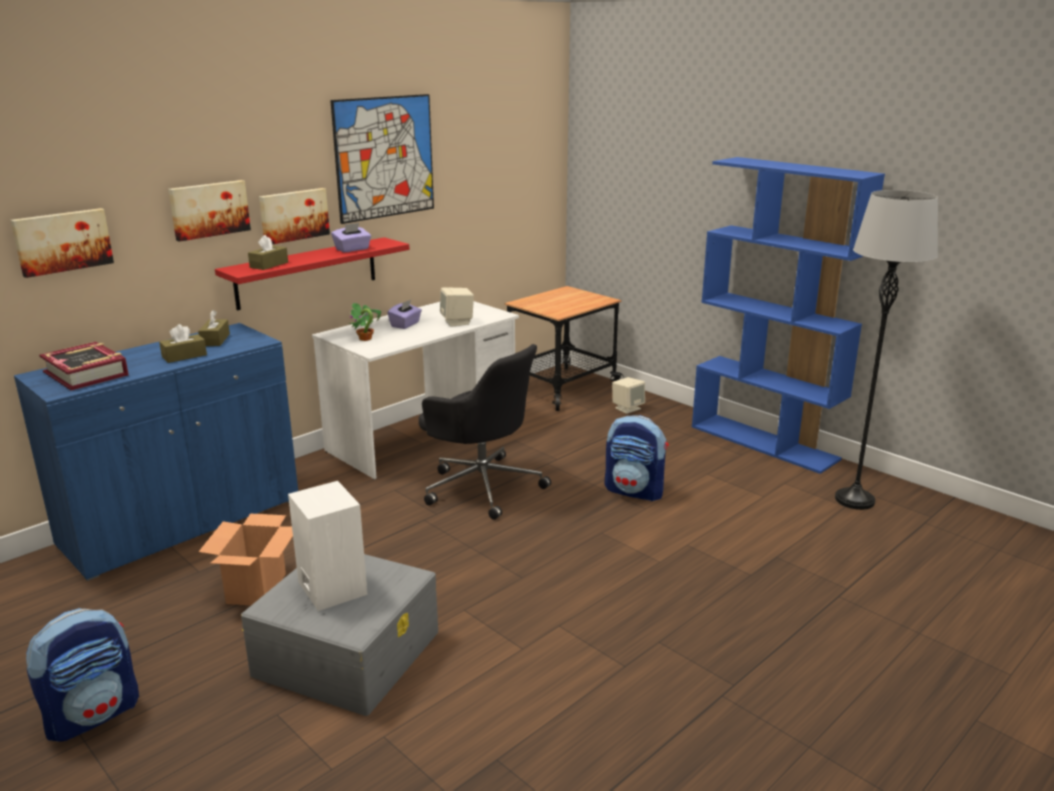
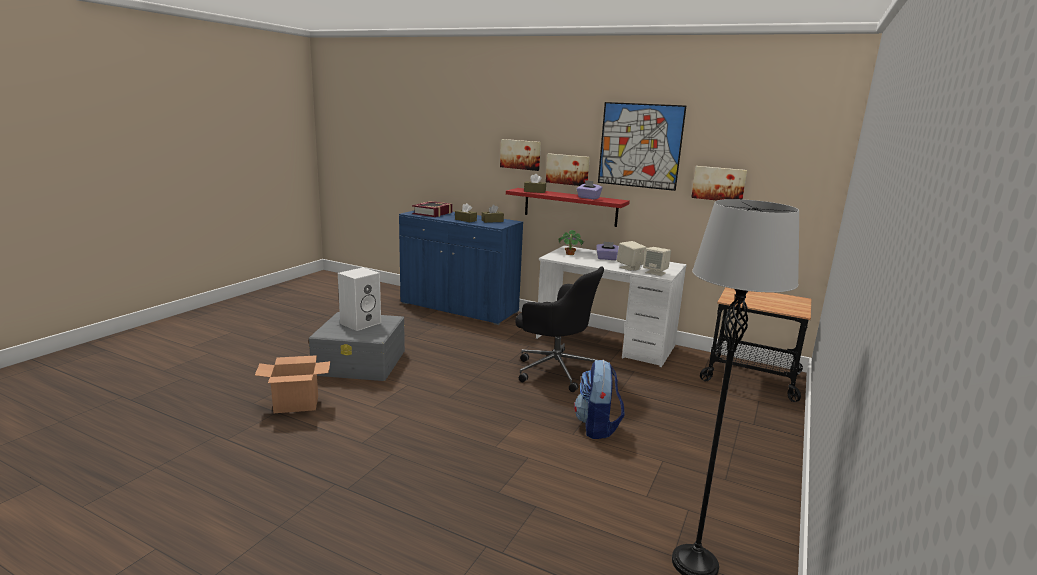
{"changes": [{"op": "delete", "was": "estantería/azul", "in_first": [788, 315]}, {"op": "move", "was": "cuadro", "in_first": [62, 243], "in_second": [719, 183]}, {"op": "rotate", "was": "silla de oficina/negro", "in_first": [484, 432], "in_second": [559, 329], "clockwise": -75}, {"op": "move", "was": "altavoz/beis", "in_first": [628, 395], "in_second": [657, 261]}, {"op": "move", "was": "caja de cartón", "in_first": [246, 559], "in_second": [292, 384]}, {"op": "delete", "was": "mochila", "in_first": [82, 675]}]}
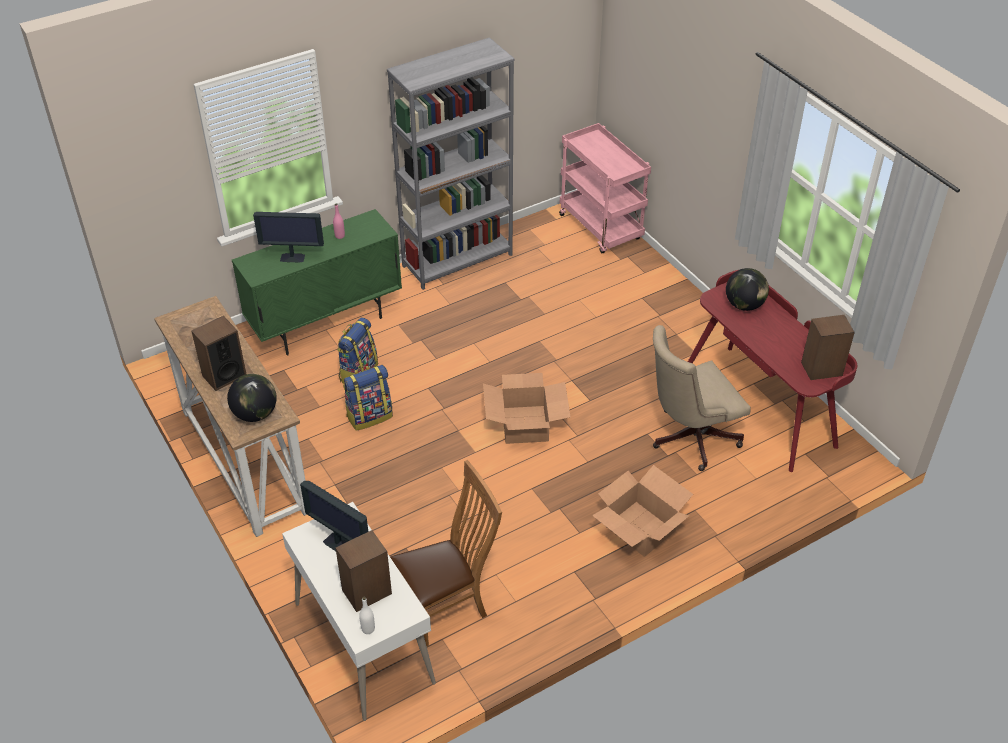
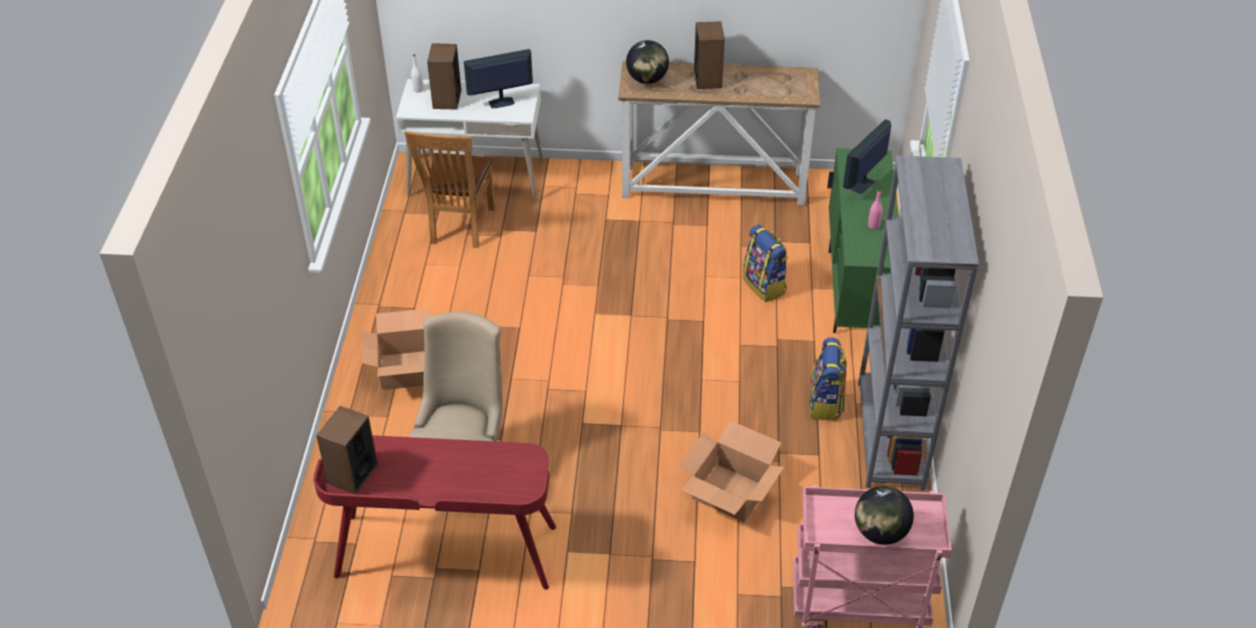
{"changes": [{"op": "move", "was": "globo terráqueo", "in_first": [747, 289], "in_second": [884, 515]}, {"op": "move", "was": "mochila", "in_first": [368, 398], "in_second": [828, 379]}, {"op": "move", "was": "caja de cartón", "in_first": [527, 408], "in_second": [732, 471]}]}
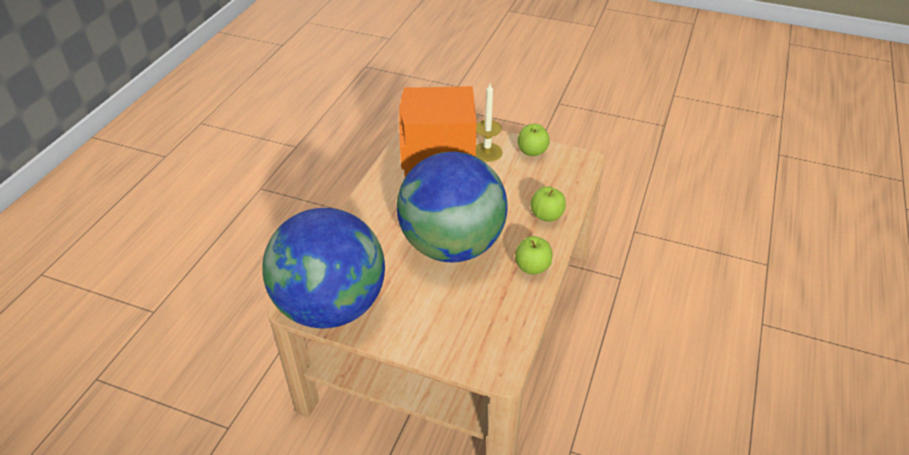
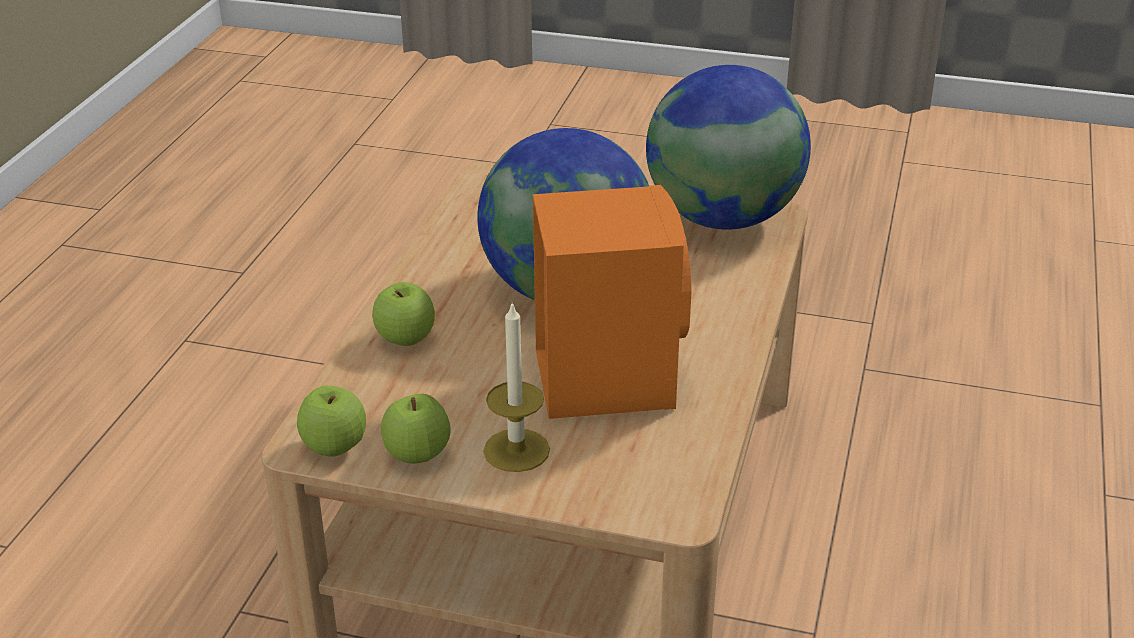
{"changes": [{"op": "move", "was": "manzana", "in_first": [534, 255], "in_second": [331, 421]}]}
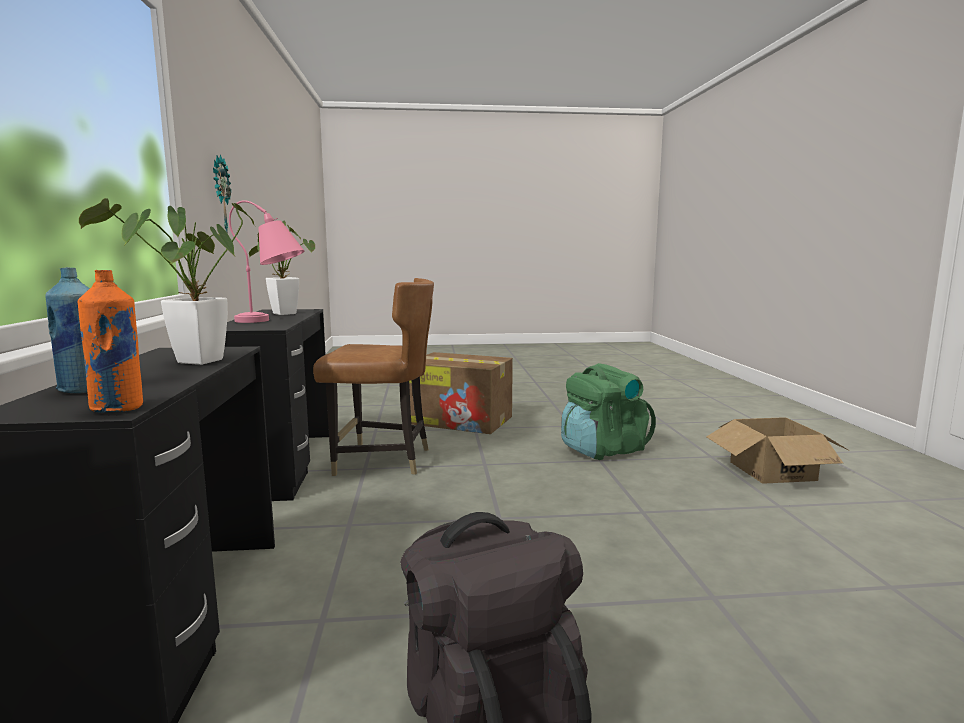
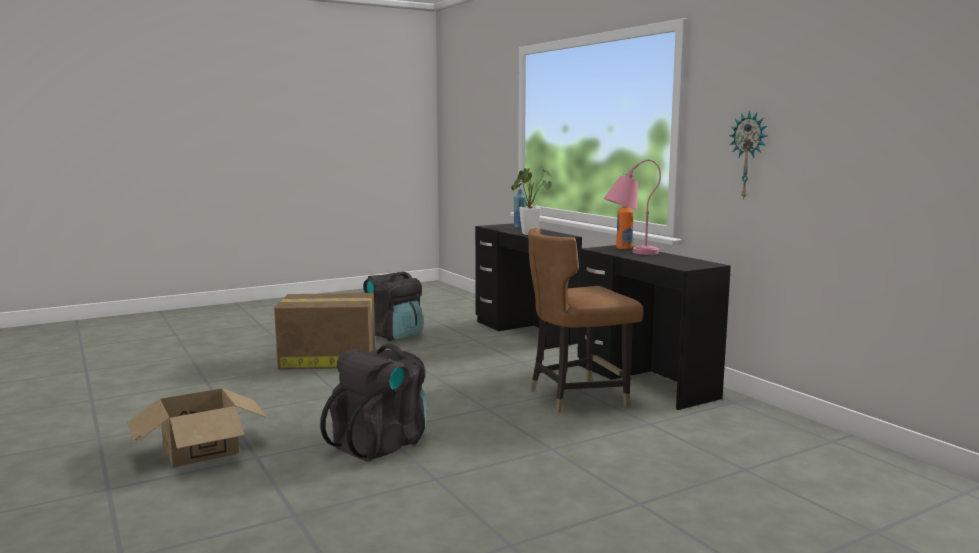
{"changes": [{"op": "delete", "was": "planta en maceta", "in_first": [282, 268]}, {"op": "move", "was": "botella/naranja", "in_first": [110, 341], "in_second": [624, 227]}, {"op": "move", "was": "caja de cartón", "in_first": [461, 393], "in_second": [324, 331]}, {"op": "recolor", "was": "mochila/verde", "now": "mochila/negro", "in_first": [608, 411], "in_second": [373, 403]}]}
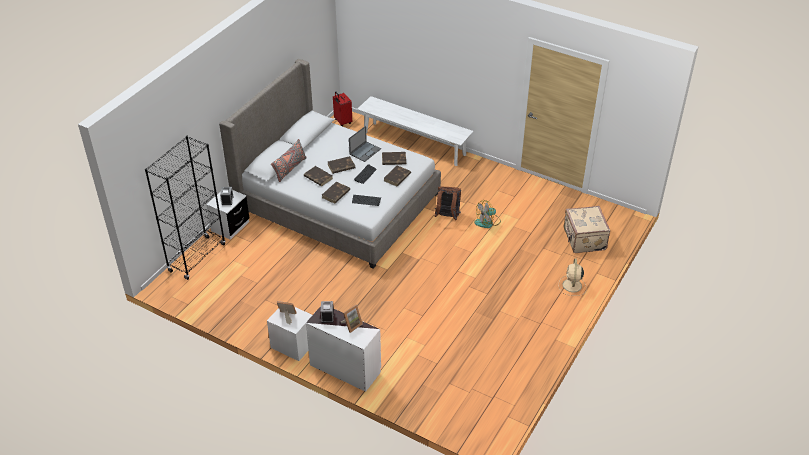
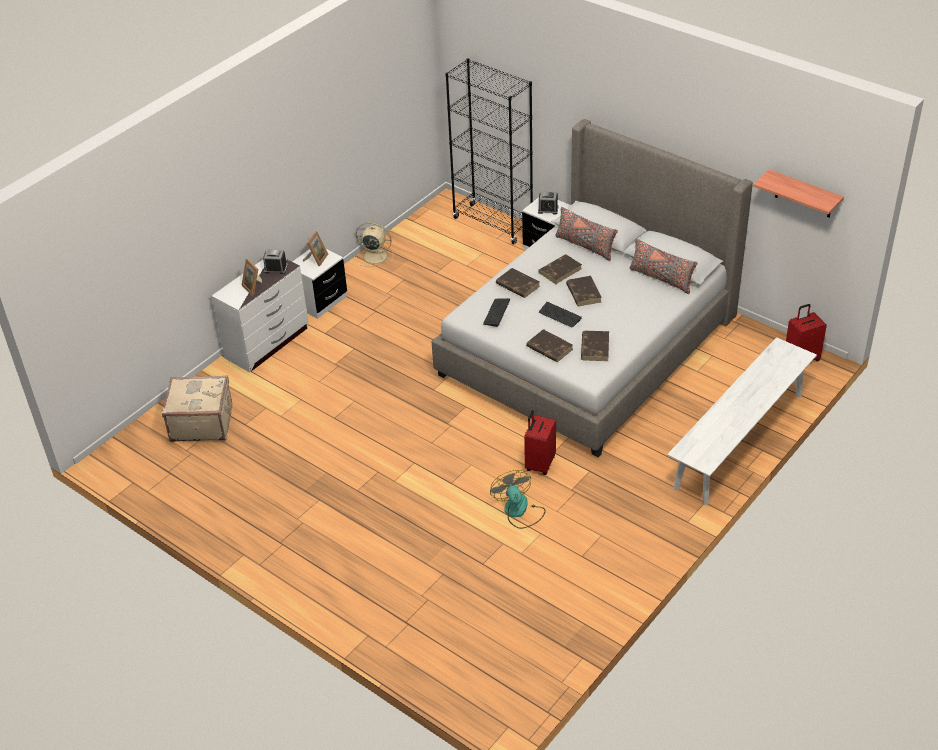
{"changes": [{"op": "delete", "was": "portátil", "in_first": [365, 144]}, {"op": "replace", "was": "mochila/marrón", "now": "maleta/rojo", "in_first": [448, 203], "in_second": [540, 442]}, {"op": "move", "was": "maleta/beis", "in_first": [587, 229], "in_second": [197, 408]}, {"op": "move", "was": "ventilador/beis", "in_first": [573, 277], "in_second": [375, 244]}, {"op": "insert", "now": "estante", "in_second": [798, 193]}, {"op": "insert", "now": "cojín/gris", "in_second": [663, 266]}]}
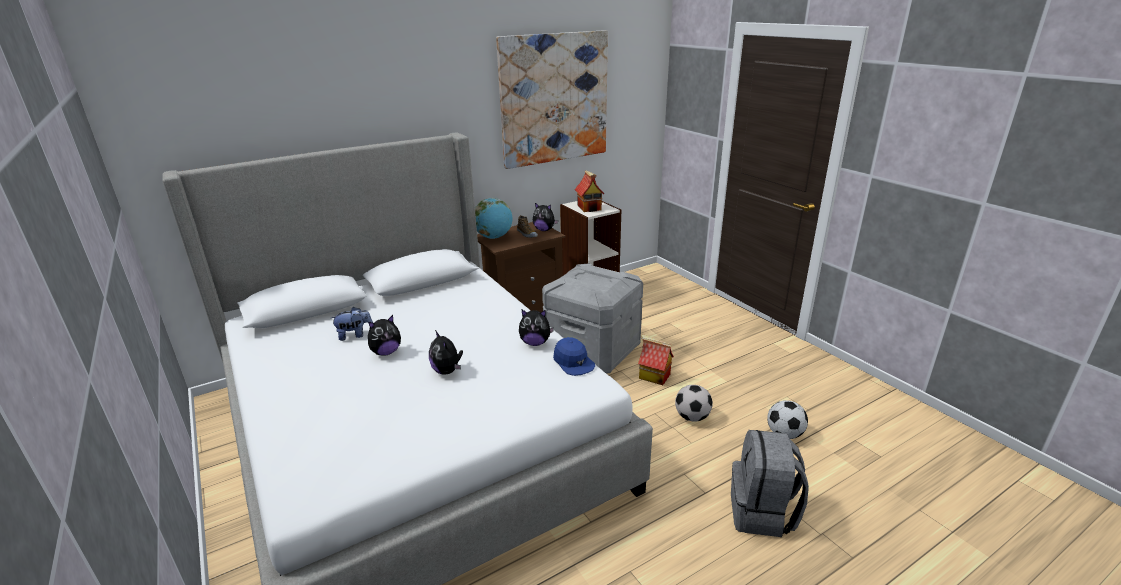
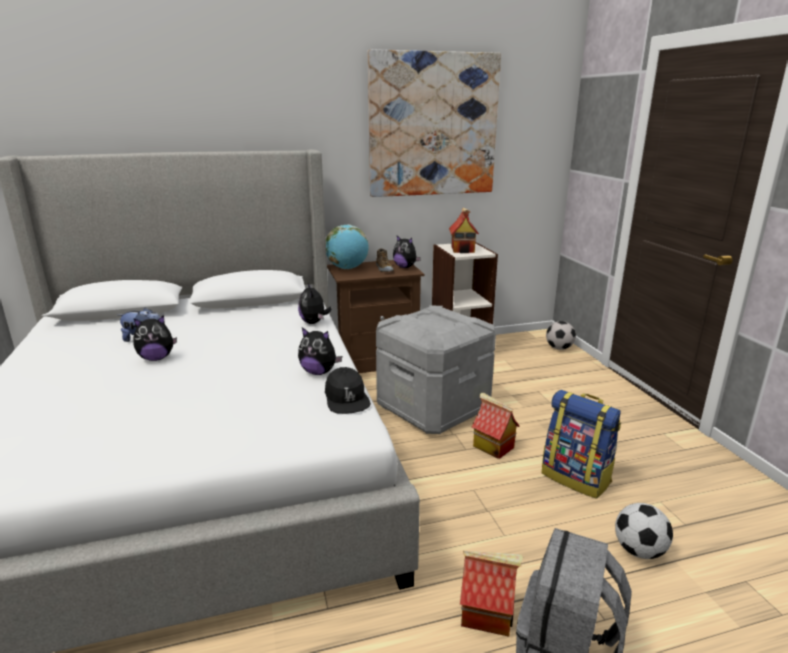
{"changes": [{"op": "move", "was": "peluche", "in_first": [446, 352], "in_second": [315, 303]}, {"op": "recolor", "was": "gorra/azul", "now": "gorra/negro", "in_first": [574, 356], "in_second": [348, 390]}, {"op": "move", "was": "balón de fútbol", "in_first": [694, 403], "in_second": [561, 335]}, {"op": "insert", "now": "mochila", "in_second": [581, 444]}, {"op": "insert", "now": "casita", "in_second": [491, 594]}]}
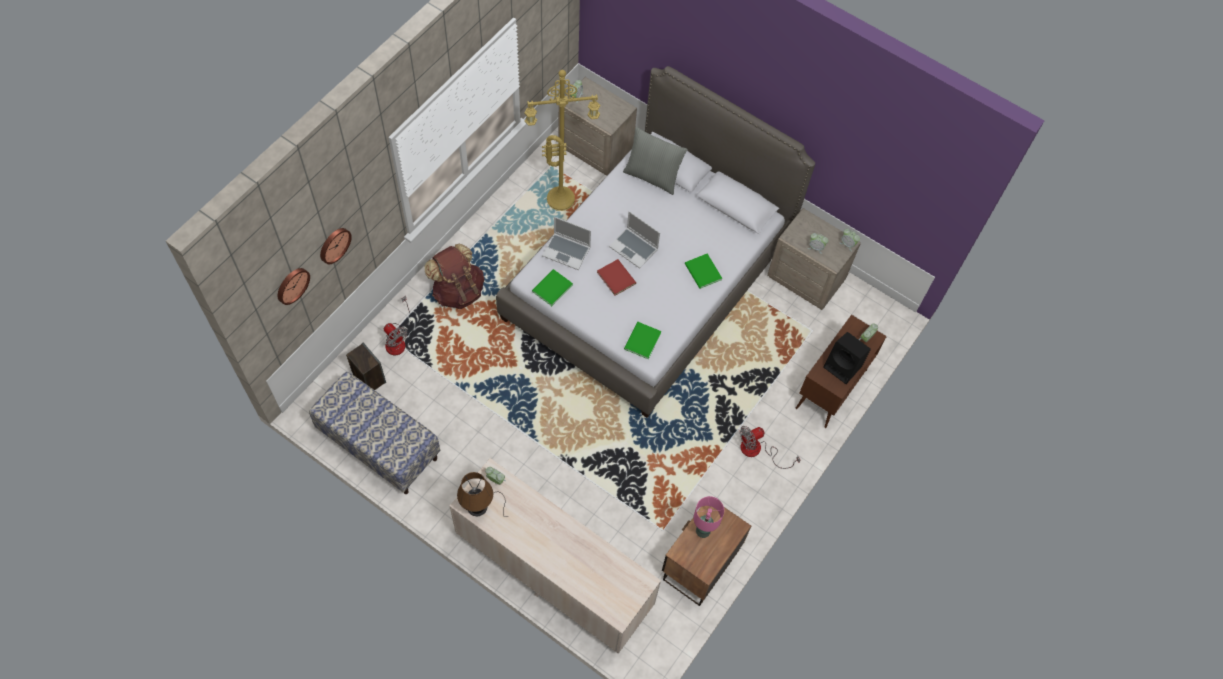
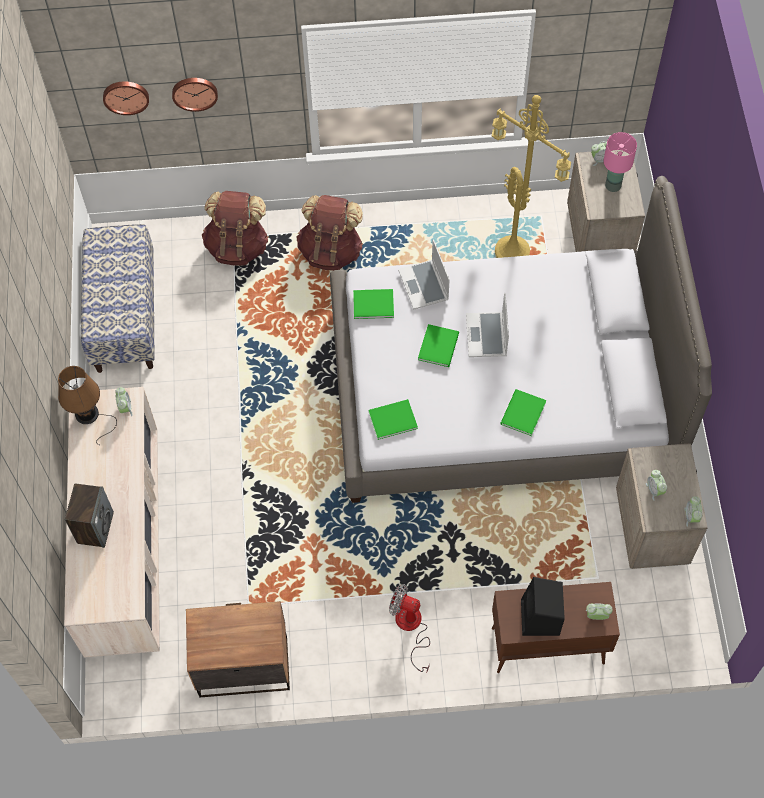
{"changes": [{"op": "delete", "was": "cojín/gris", "in_first": [655, 161]}, {"op": "recolor", "was": "libro/rojo", "now": "libro/verde", "in_first": [616, 277], "in_second": [438, 345]}, {"op": "replace", "was": "ventilador", "now": "mochila/marrón", "in_first": [397, 325], "in_second": [235, 228]}, {"op": "move", "was": "altavoz", "in_first": [366, 366], "in_second": [89, 515]}, {"op": "move", "was": "lámpara de mesa/rosa", "in_first": [708, 517], "in_second": [620, 162]}]}
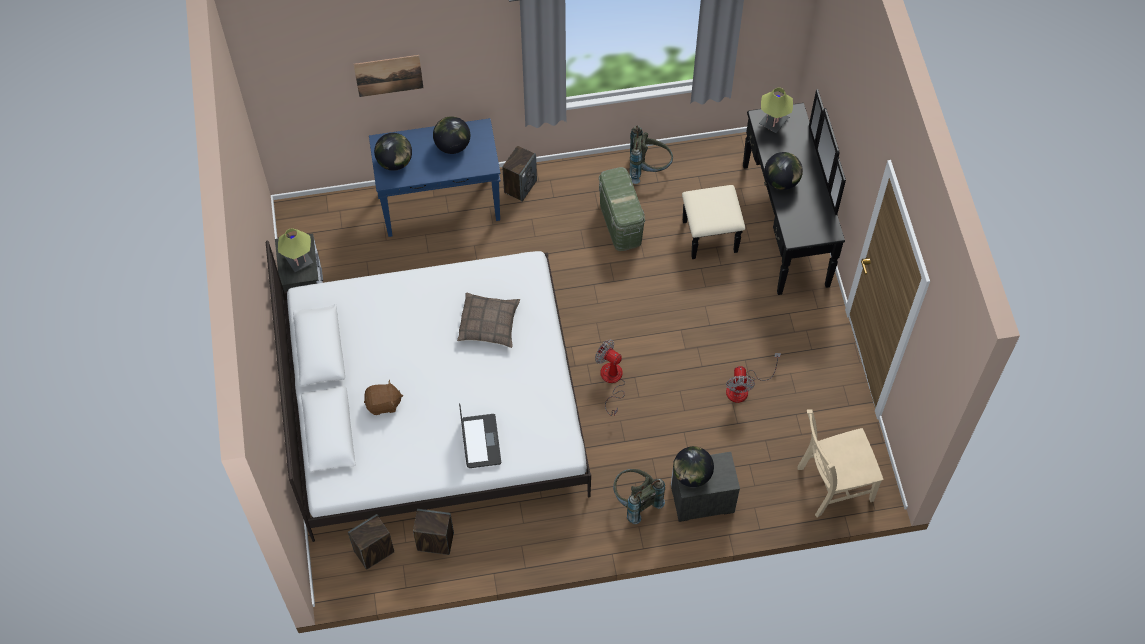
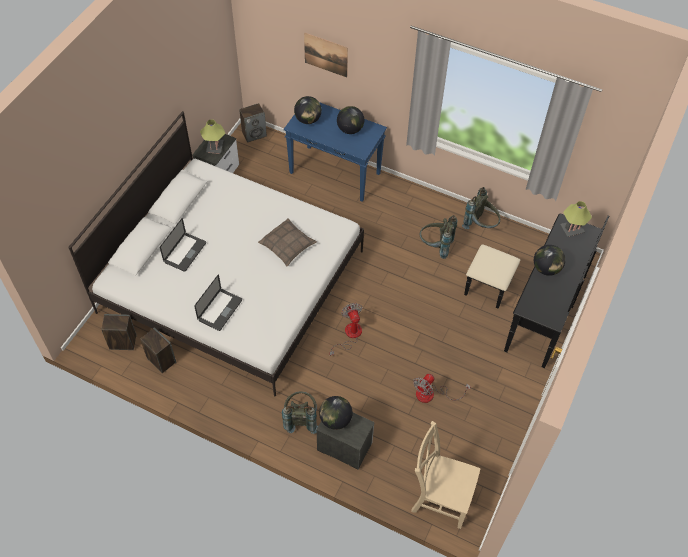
{"changes": [{"op": "move", "was": "altavoz", "in_first": [519, 174], "in_second": [253, 123]}, {"op": "replace", "was": "caja de almacenaje/verde", "now": "mochila/gris", "in_first": [622, 209], "in_second": [438, 237]}, {"op": "replace", "was": "peluche/marrón", "now": "portátil", "in_first": [383, 397], "in_second": [183, 245]}]}
